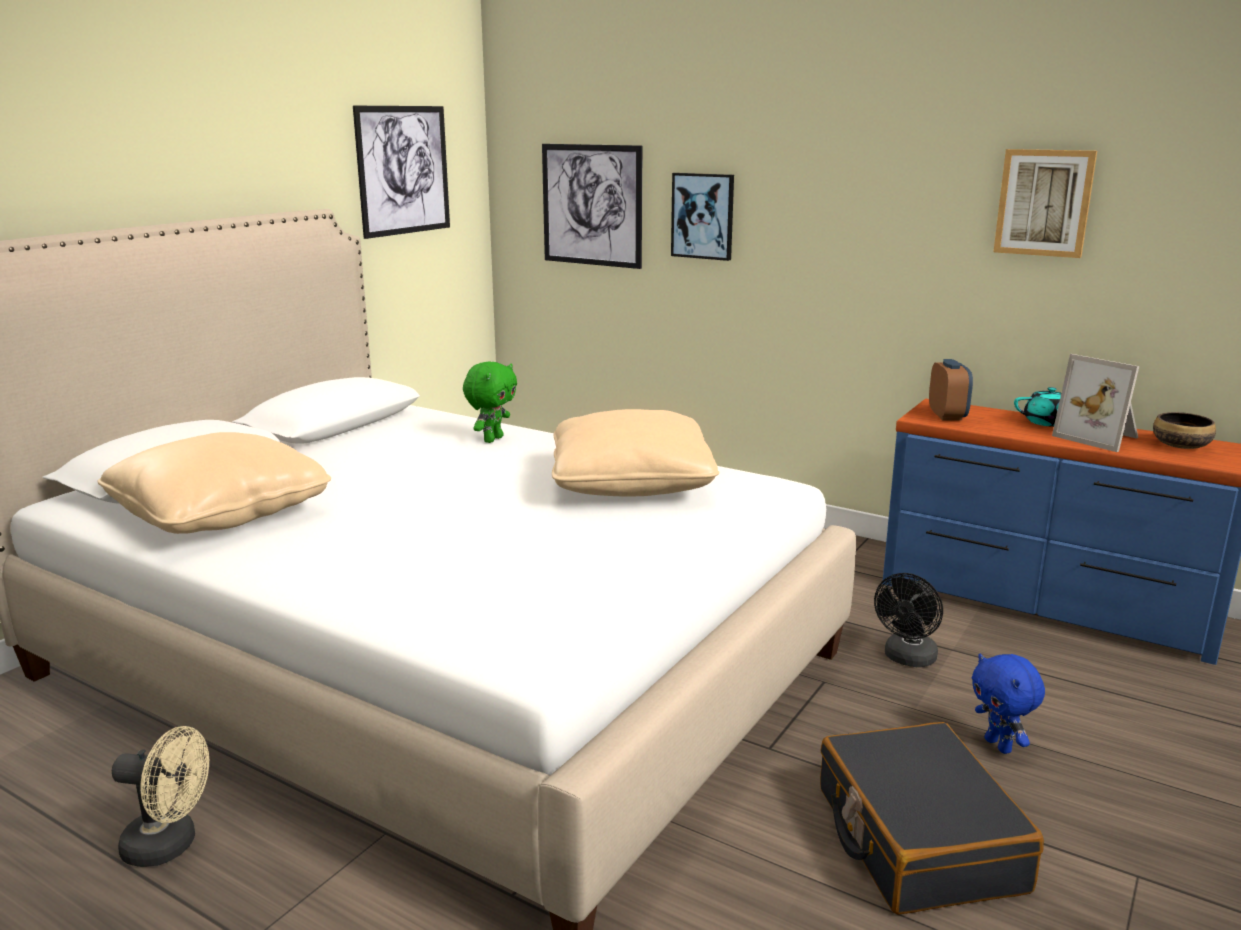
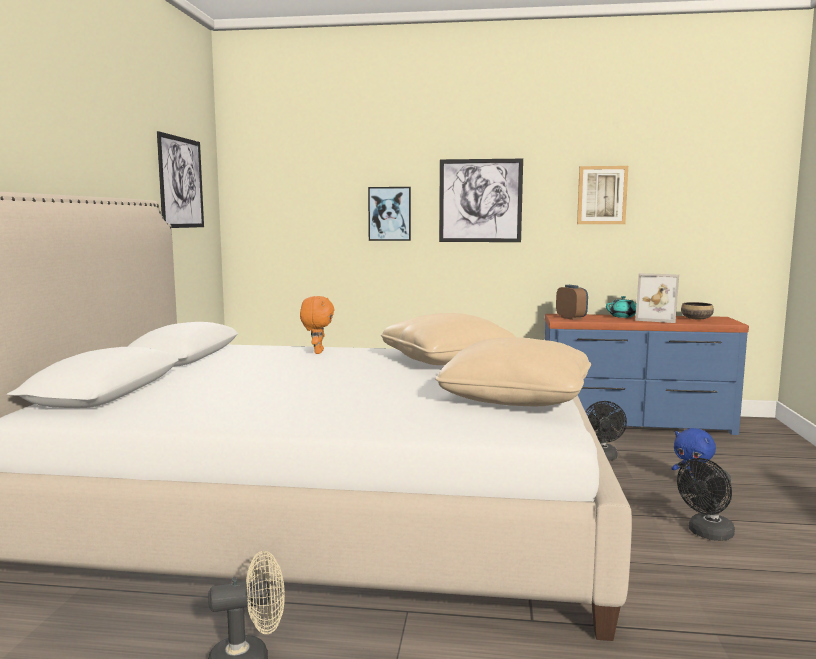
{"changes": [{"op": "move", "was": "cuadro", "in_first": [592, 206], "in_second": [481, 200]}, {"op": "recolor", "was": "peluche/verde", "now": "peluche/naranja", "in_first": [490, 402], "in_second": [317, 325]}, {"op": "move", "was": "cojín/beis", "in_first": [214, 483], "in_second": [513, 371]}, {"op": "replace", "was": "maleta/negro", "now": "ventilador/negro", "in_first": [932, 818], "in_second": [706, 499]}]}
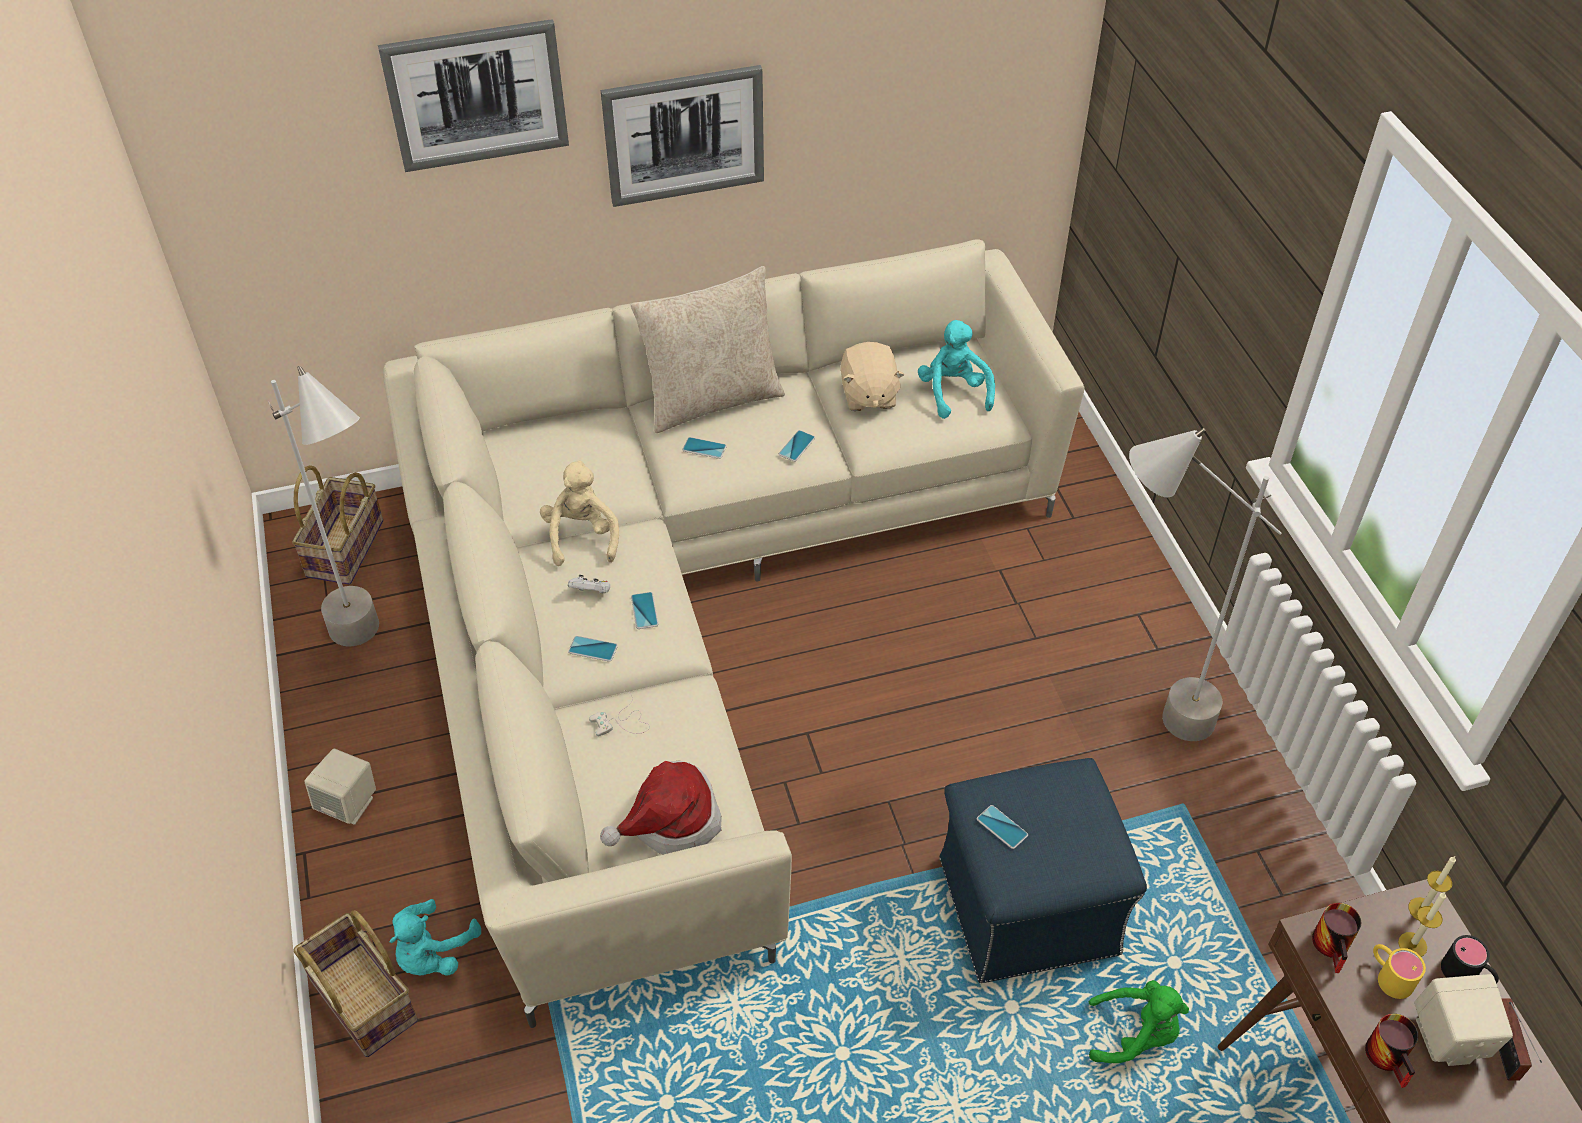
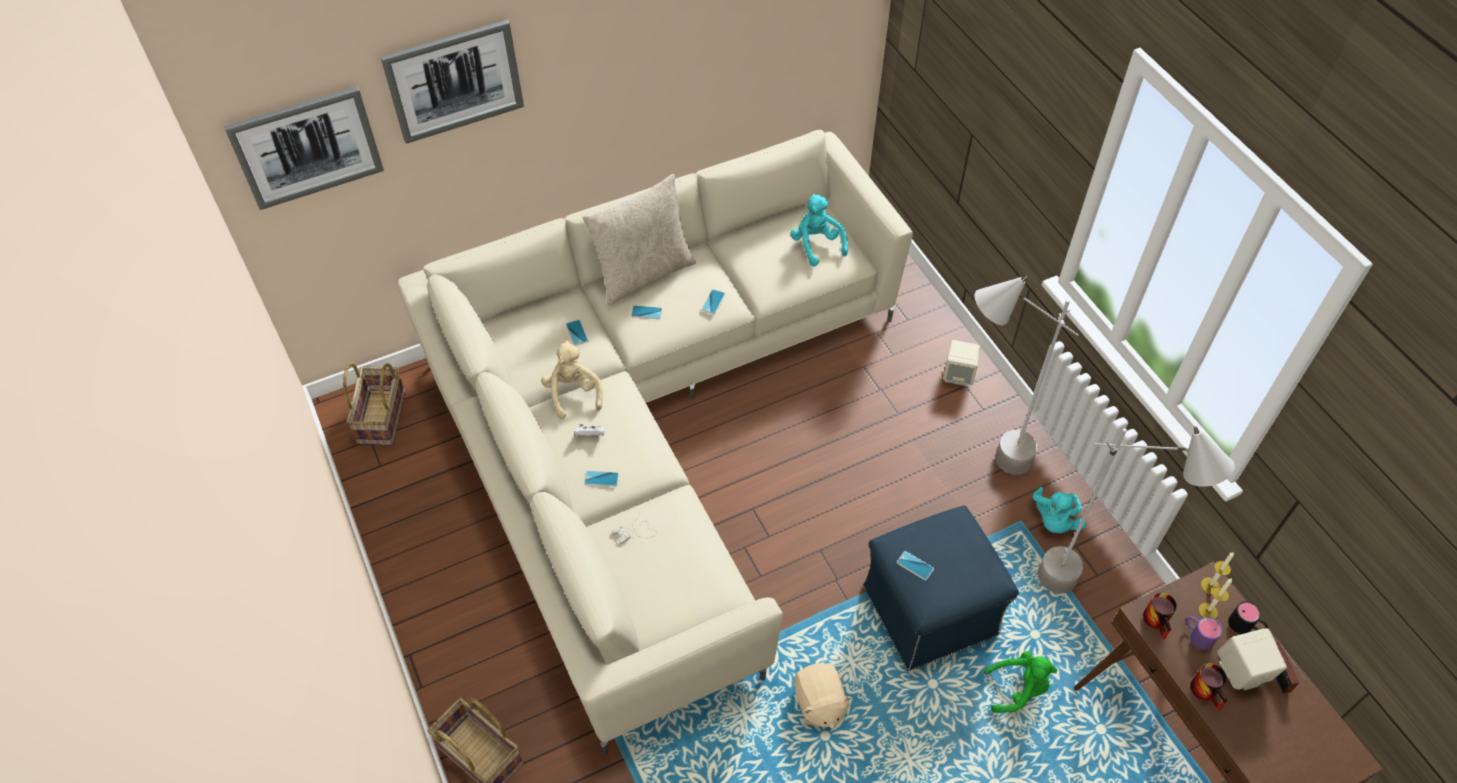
{"changes": [{"op": "move", "was": "cuadro", "in_first": [682, 136], "in_second": [304, 148]}, {"op": "move", "was": "peluche/beis", "in_first": [873, 376], "in_second": [823, 696]}, {"op": "move", "was": "lámpara de pie/gris", "in_first": [323, 506], "in_second": [1136, 510]}, {"op": "move", "was": "móvil", "in_first": [645, 610], "in_second": [577, 333]}, {"op": "move", "was": "altavoz/beis", "in_first": [340, 787], "in_second": [961, 363]}, {"op": "delete", "was": "sombrero", "in_first": [661, 807]}, {"op": "move", "was": "peluche/turquesa", "in_first": [435, 937], "in_second": [1059, 510]}, {"op": "recolor", "was": "taza grande/amarillo", "now": "taza grande/morado", "in_first": [1399, 971], "in_second": [1203, 633]}]}
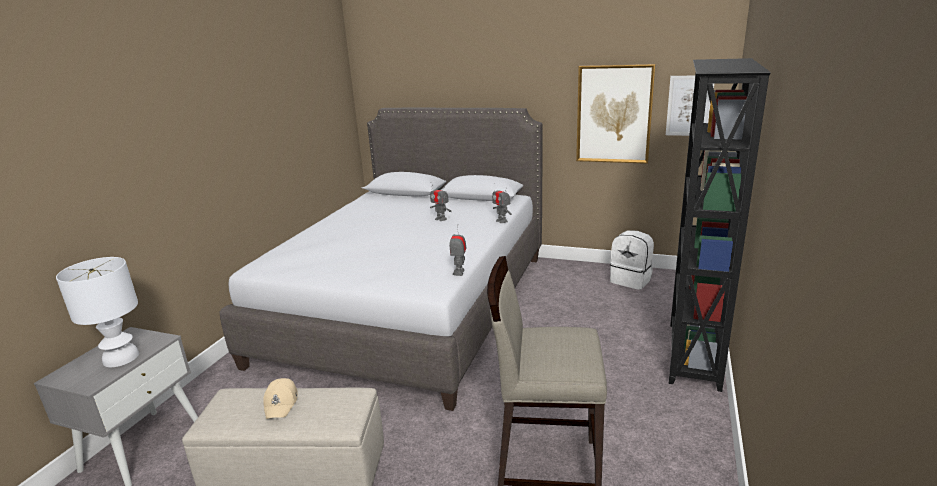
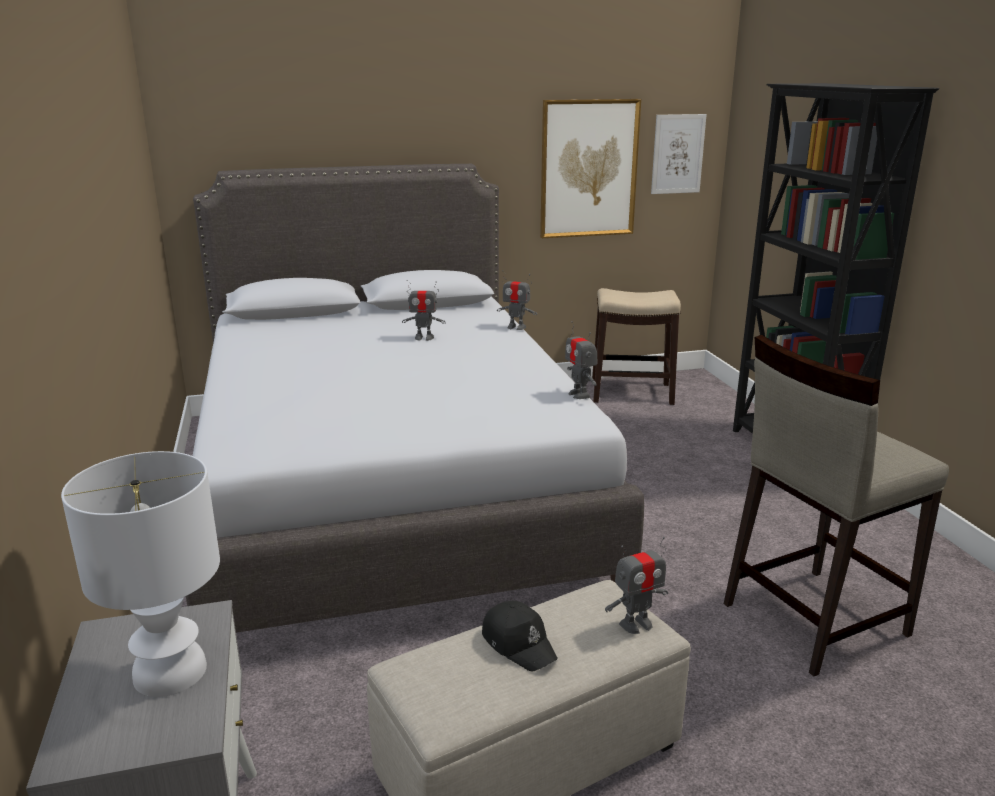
{"changes": [{"op": "replace", "was": "mochila/blanco", "now": "taburete", "in_first": [632, 260], "in_second": [636, 346]}, {"op": "recolor", "was": "gorra/beis", "now": "gorra/negro", "in_first": [280, 398], "in_second": [520, 636]}, {"op": "insert", "now": "robot de juguete", "in_second": [636, 585]}]}
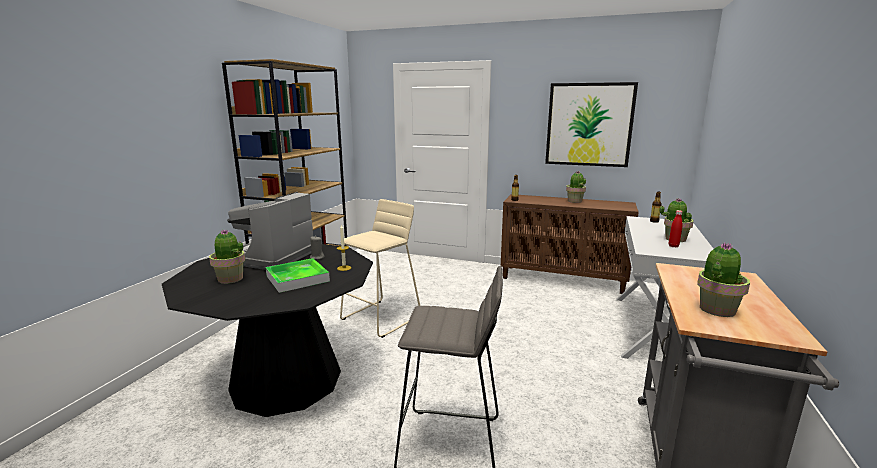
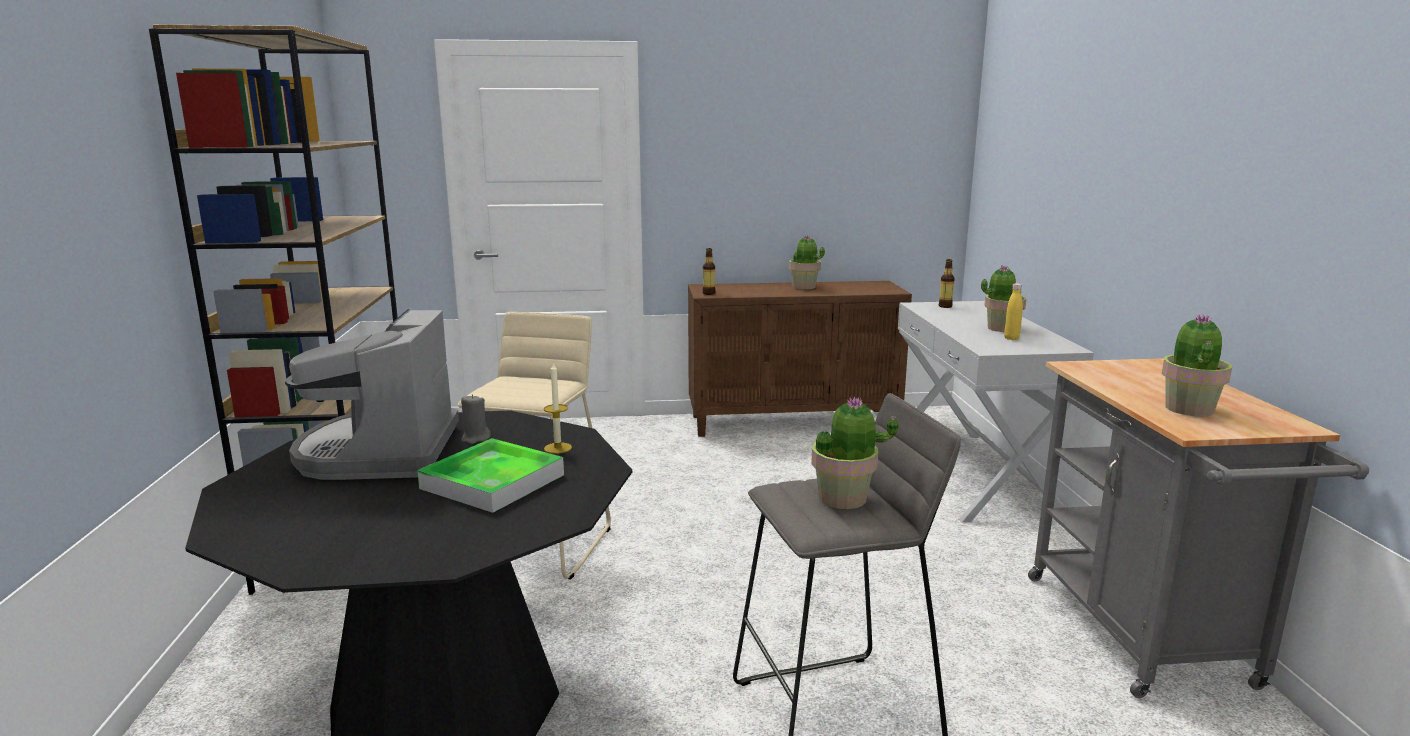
{"changes": [{"op": "delete", "was": "cuadro", "in_first": [591, 124]}, {"op": "recolor", "was": "botella/rojo", "now": "botella/amarillo", "in_first": [676, 229], "in_second": [1013, 311]}, {"op": "move", "was": "planta en maceta", "in_first": [227, 256], "in_second": [854, 452]}]}
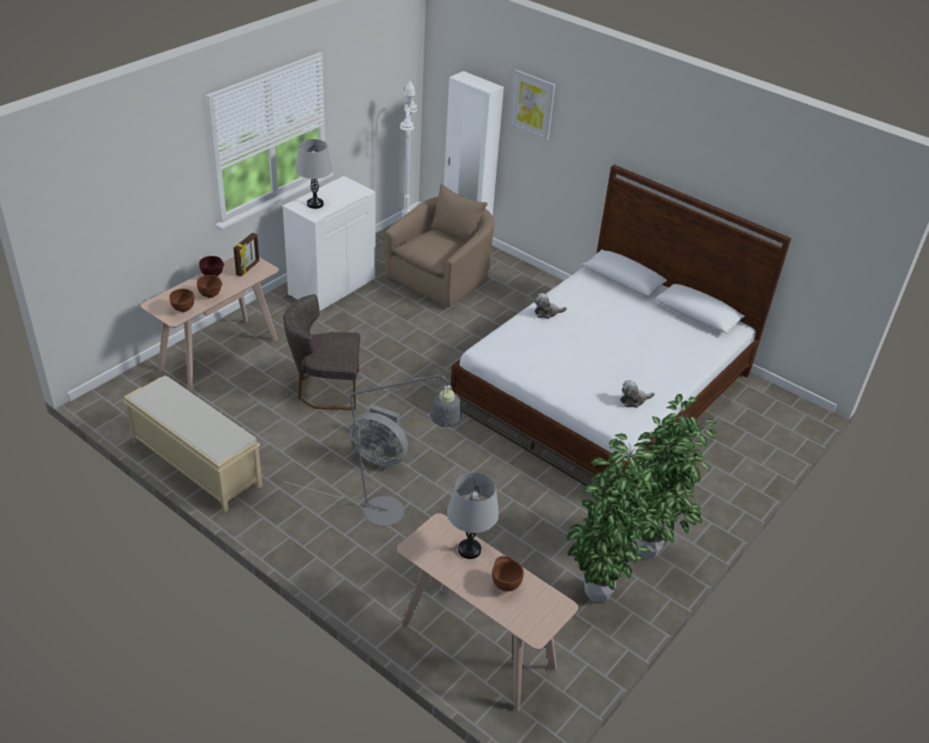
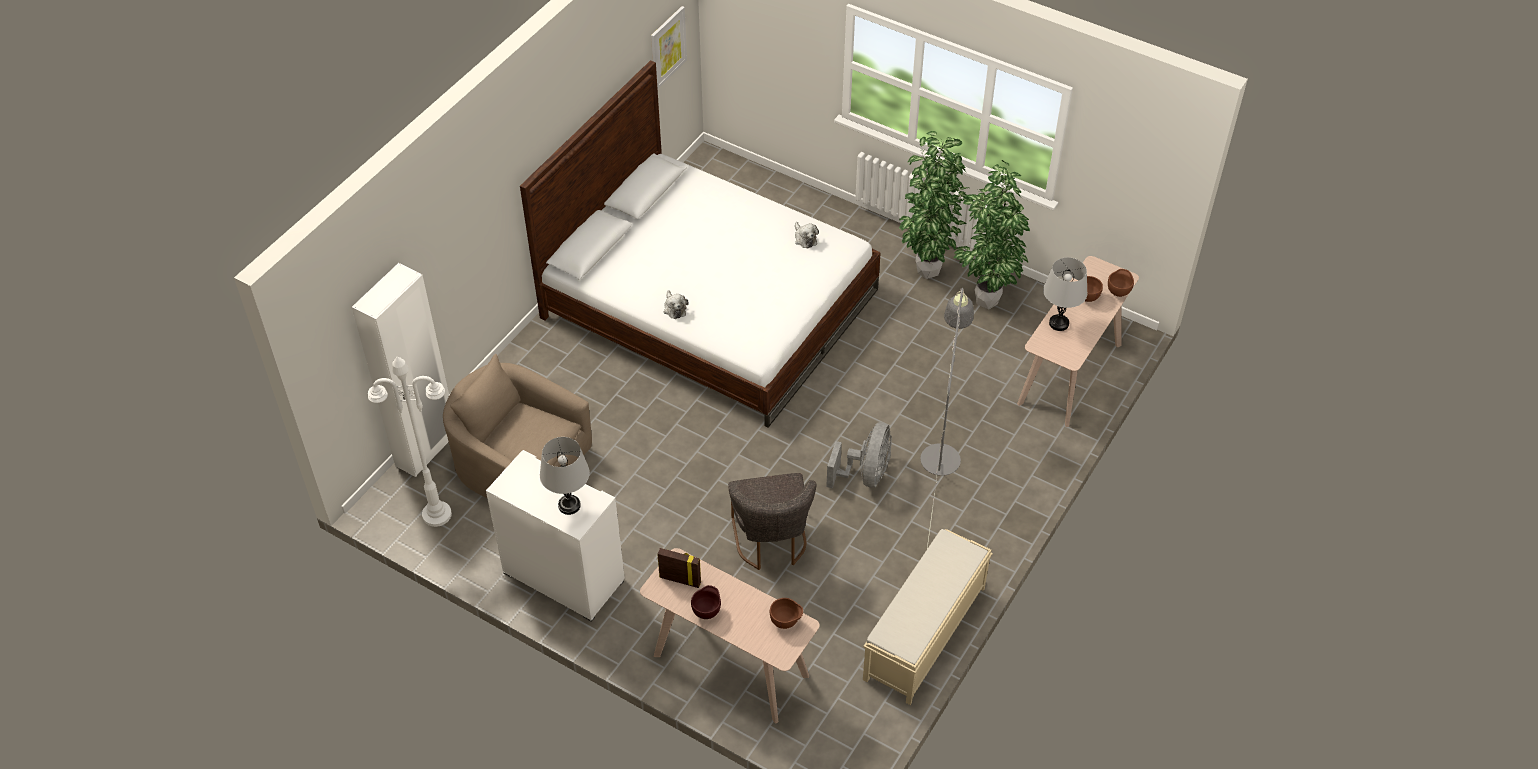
{"changes": [{"op": "move", "was": "cuadro", "in_first": [532, 105], "in_second": [669, 47]}, {"op": "move", "was": "cuenco/marrón", "in_first": [209, 286], "in_second": [1121, 283]}]}
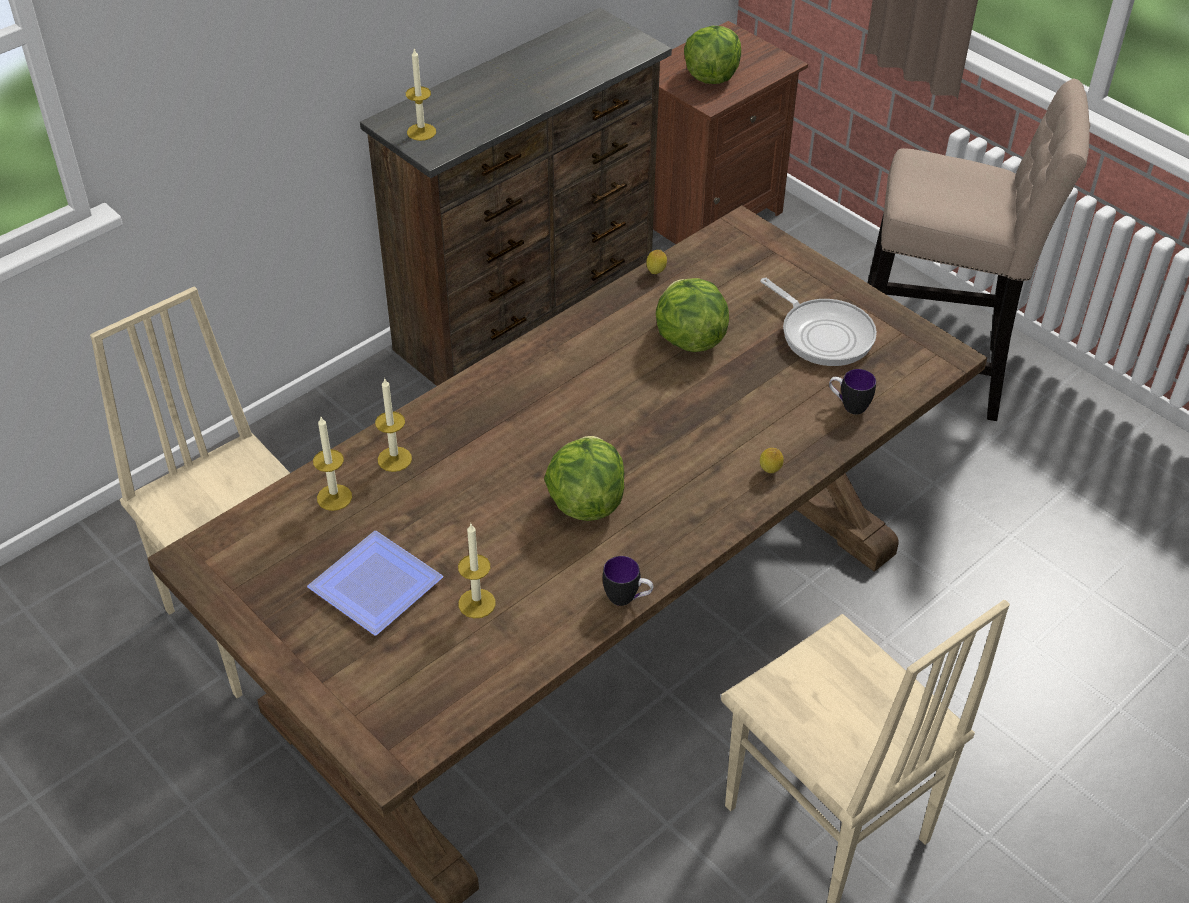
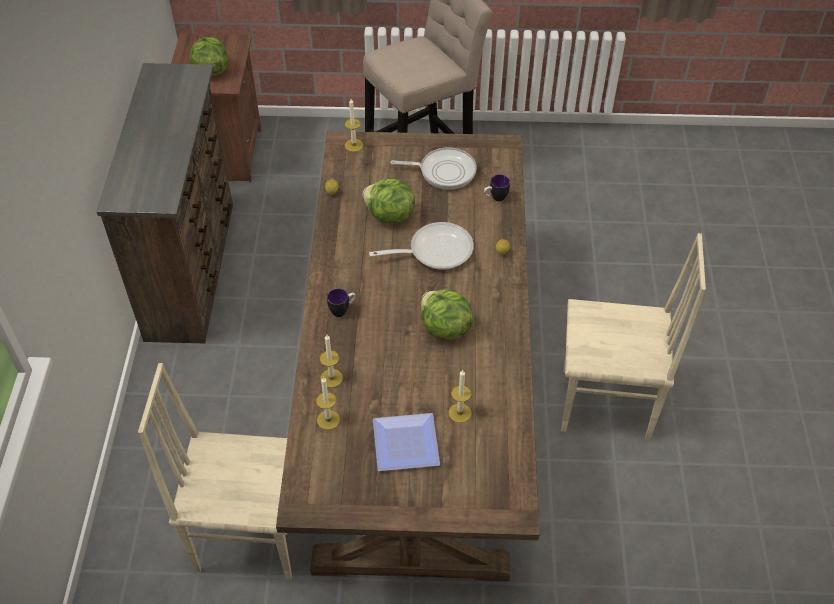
{"changes": [{"op": "move", "was": "vela", "in_first": [421, 94], "in_second": [354, 125]}, {"op": "move", "was": "taza grande", "in_first": [628, 581], "in_second": [341, 303]}, {"op": "insert", "now": "sartén", "in_second": [421, 246]}]}
